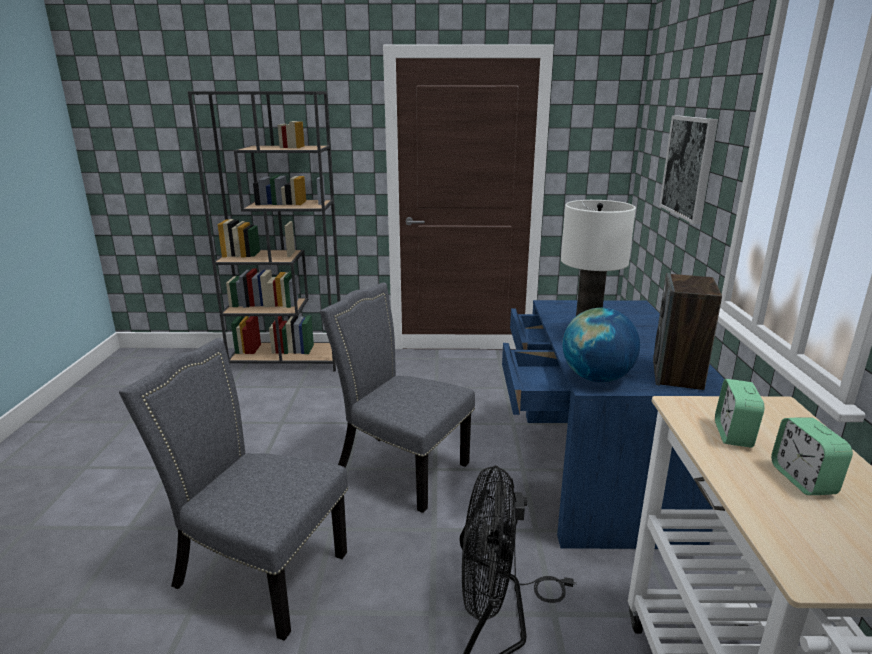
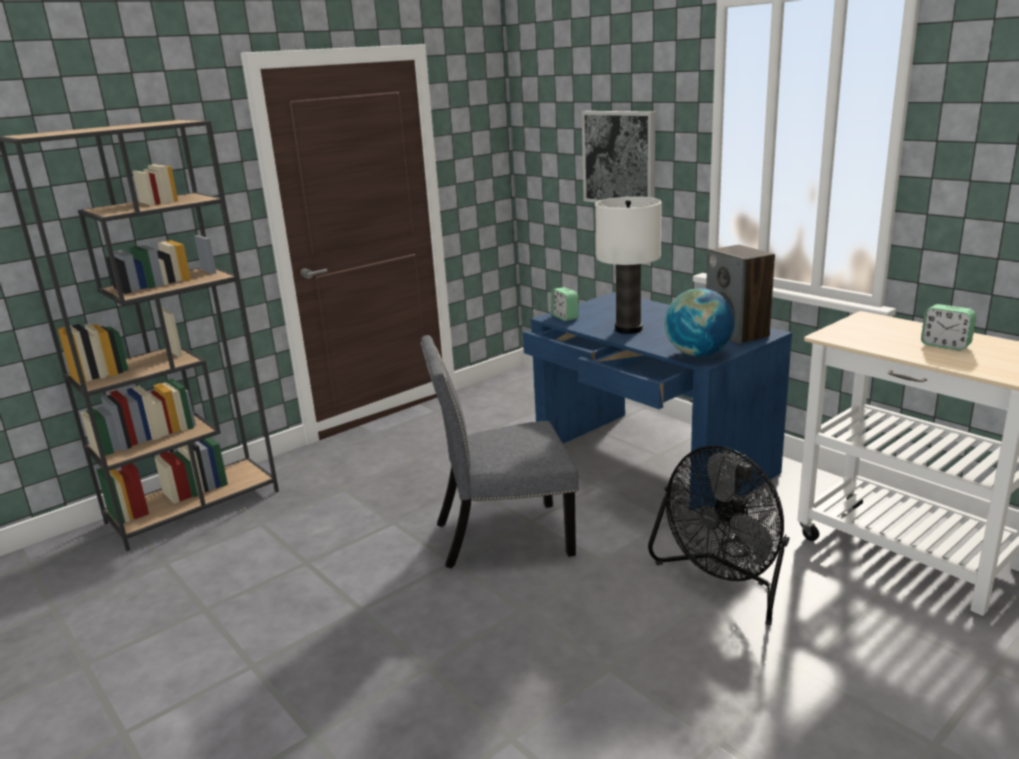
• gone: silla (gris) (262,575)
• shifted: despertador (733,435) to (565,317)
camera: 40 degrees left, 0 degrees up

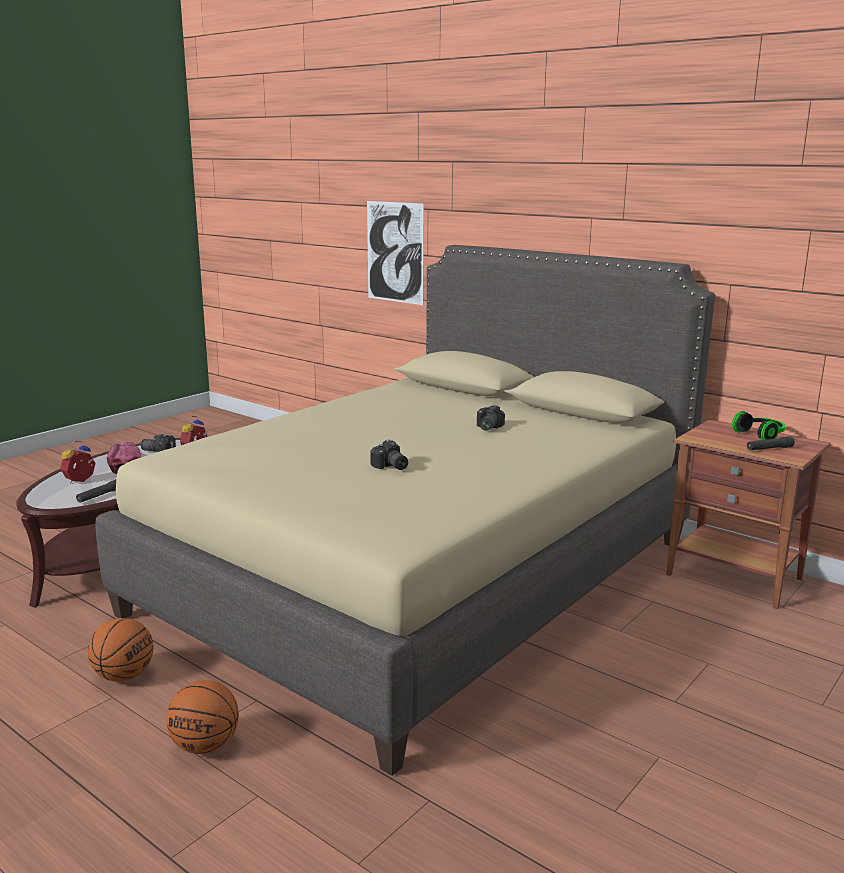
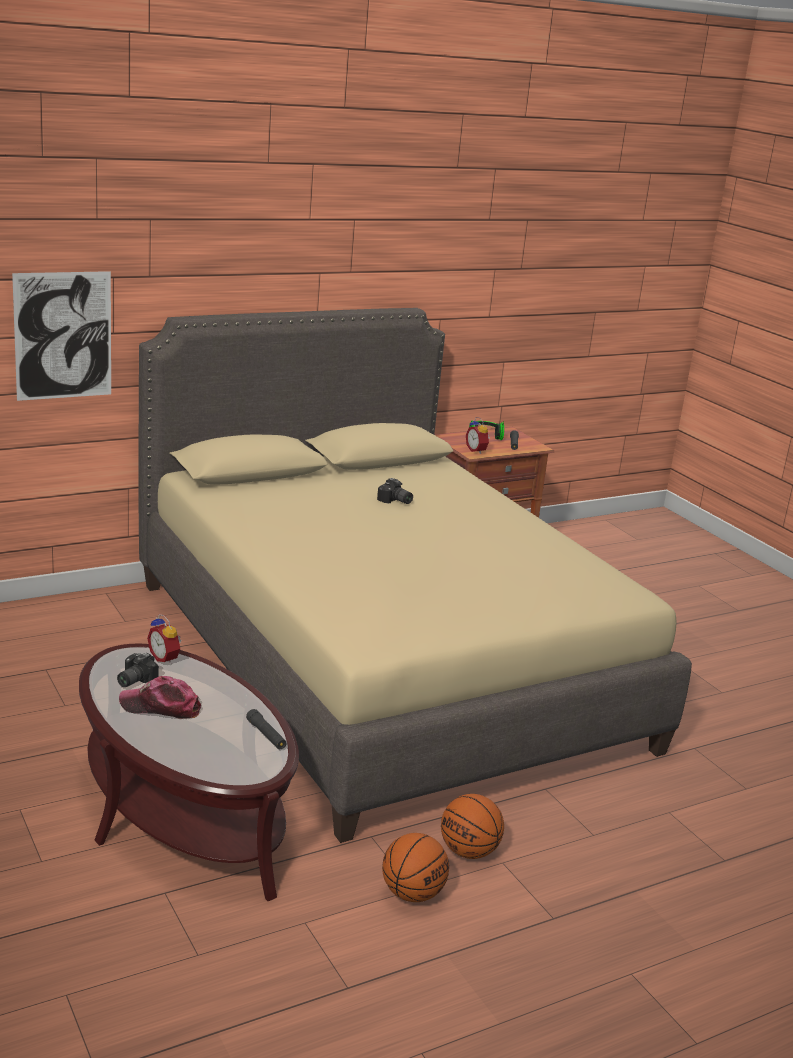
• gone: cámara (390,467)
• shifted: despertador (81,481) to (477,451)
• shifted: balón de baloncesto (205,745) to (412,893)
camera: 70 degrees left, 5 degrees up

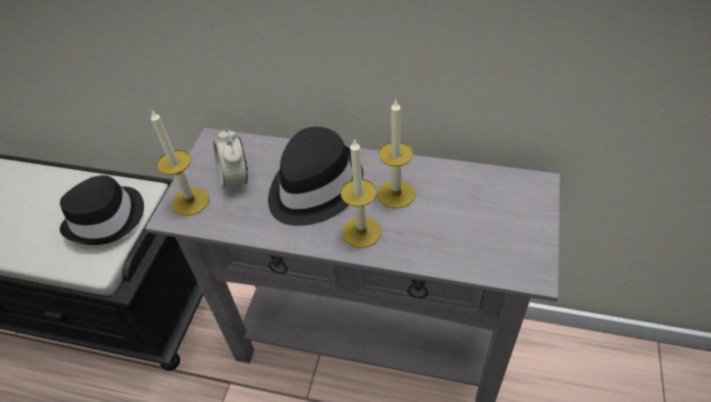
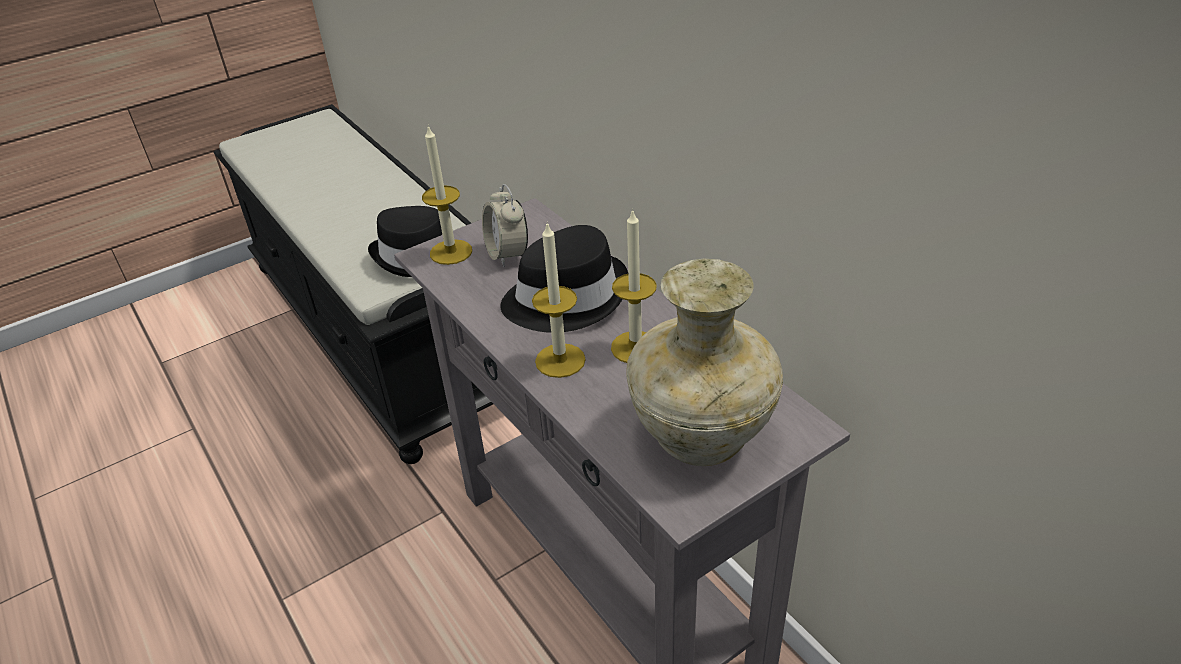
• new: florero (beis) (699,438)
• rotated: despertador (235,179) = (507,254) 45 degrees counterclockwise
camera: 40 degrees right, 10 degrees down

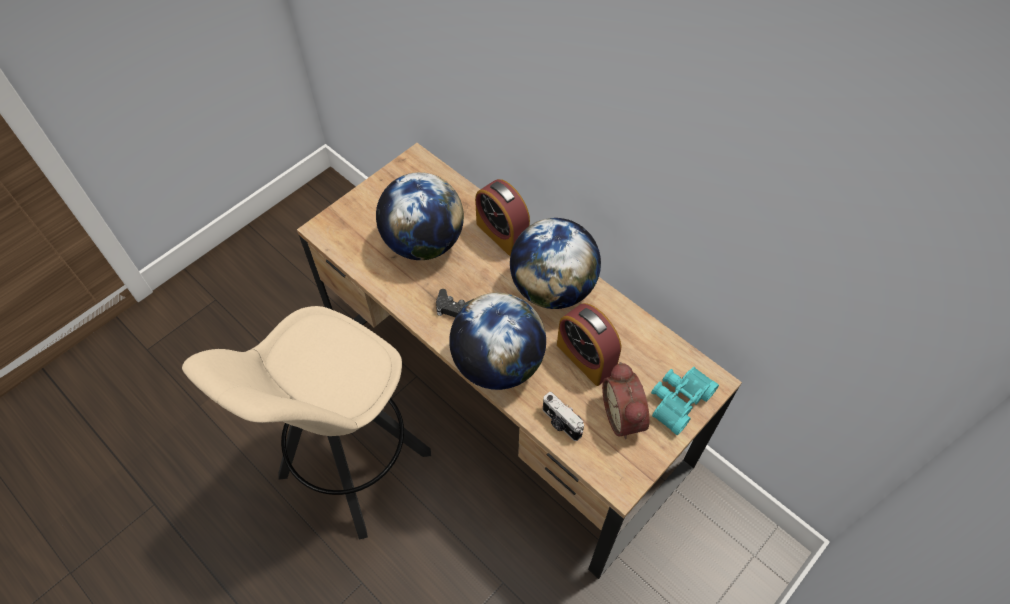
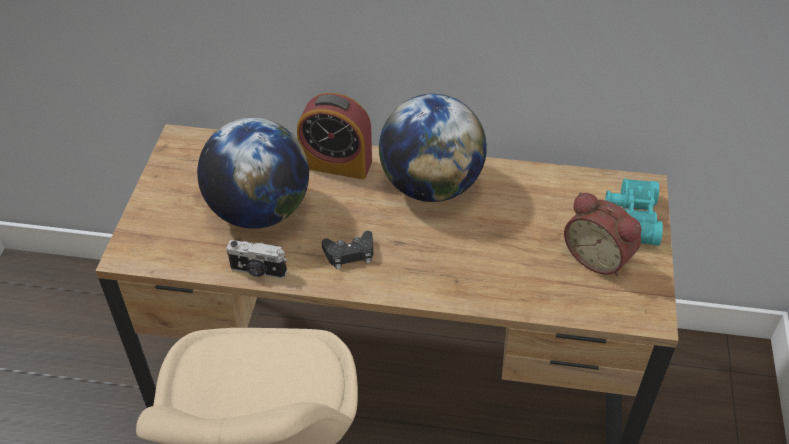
• gone: globo terráqueo (498,364)
• gone: despertador (585,358)
• shifted: cámara (560,423) to (258,271)
camera: 35 degrees left, 10 degrees down

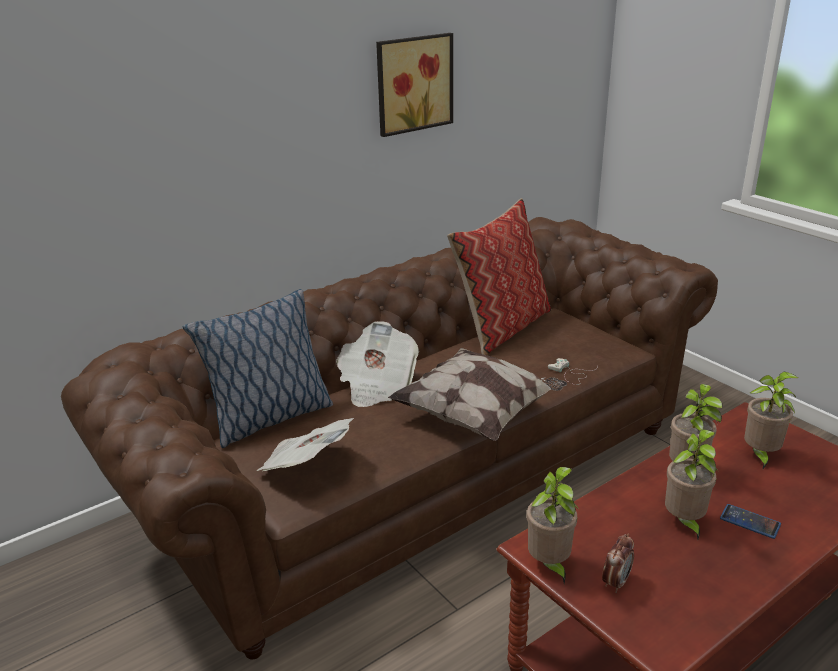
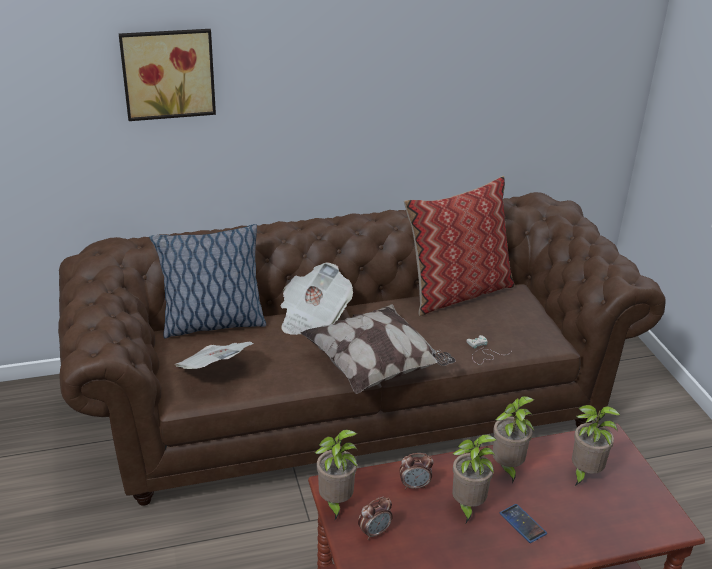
• new: despertador (415,485)
• shifted: cuadro (412,83) to (168,73)
camera: 20 degrees right, 5 degrees up

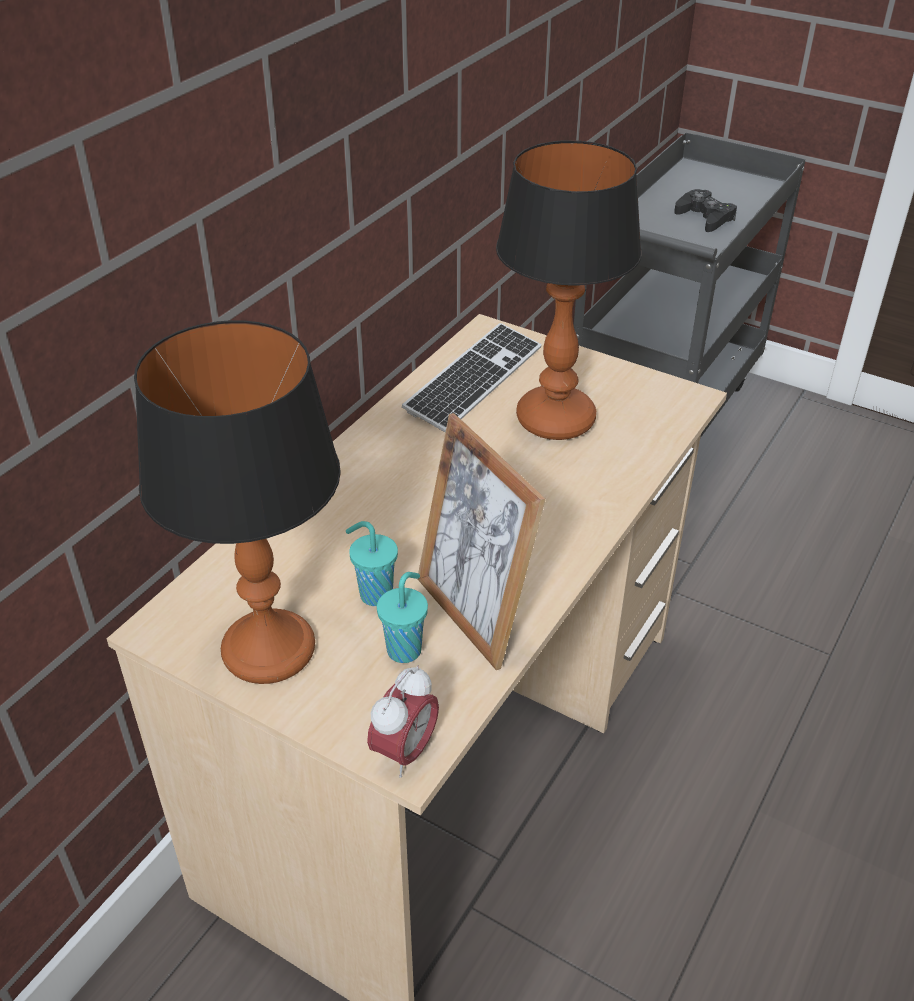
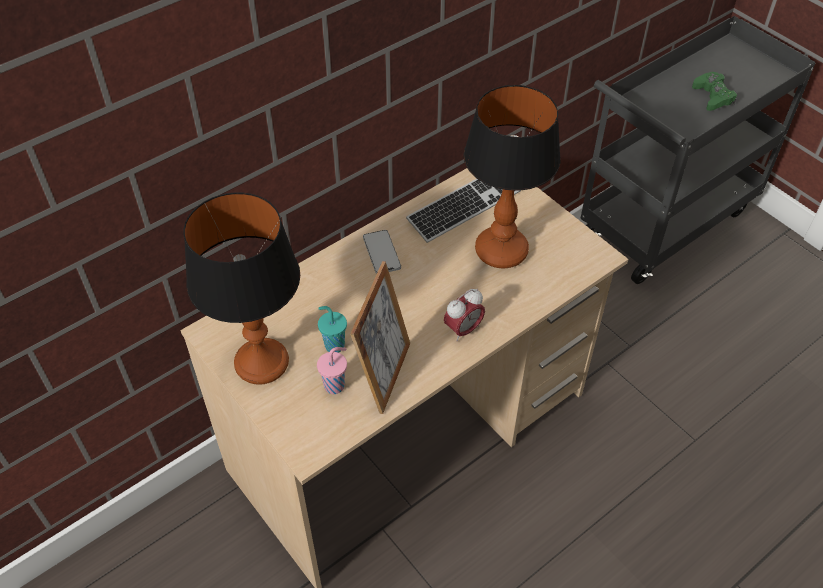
• new: móvil (381,253)
• shifted: despertador (405,752) to (463,330)
• repainted: taza (turquesa) (405,649) to taza (rosa) (335,385)
• repainted: mando de consola (negro) (705,218) to mando de consola (verde) (713,96)
• rotated: portarretratos (473,614) = (384,374) 150 degrees counterclockwise
camera: 20 degrees right, 10 degrees up

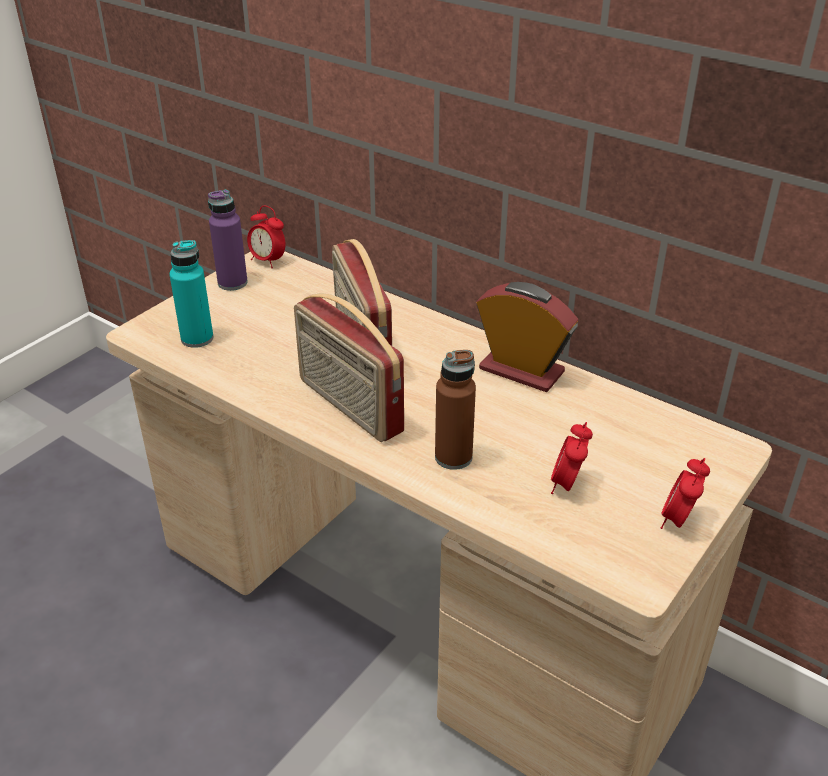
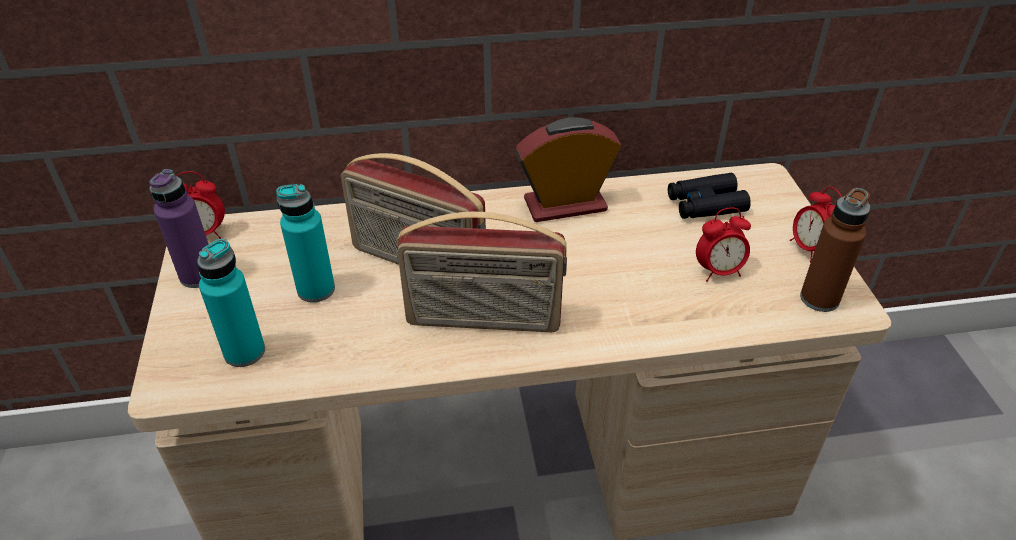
• new: botella (turquesa) (316,289)
• new: prismáticos (negro) (705,204)
• shifted: botella (marrón) (453,457) to (819,298)
• rotated: despertador (567,485) = (718,271) 75 degrees counterclockwise
camera: 45 degrees left, 5 degrees up

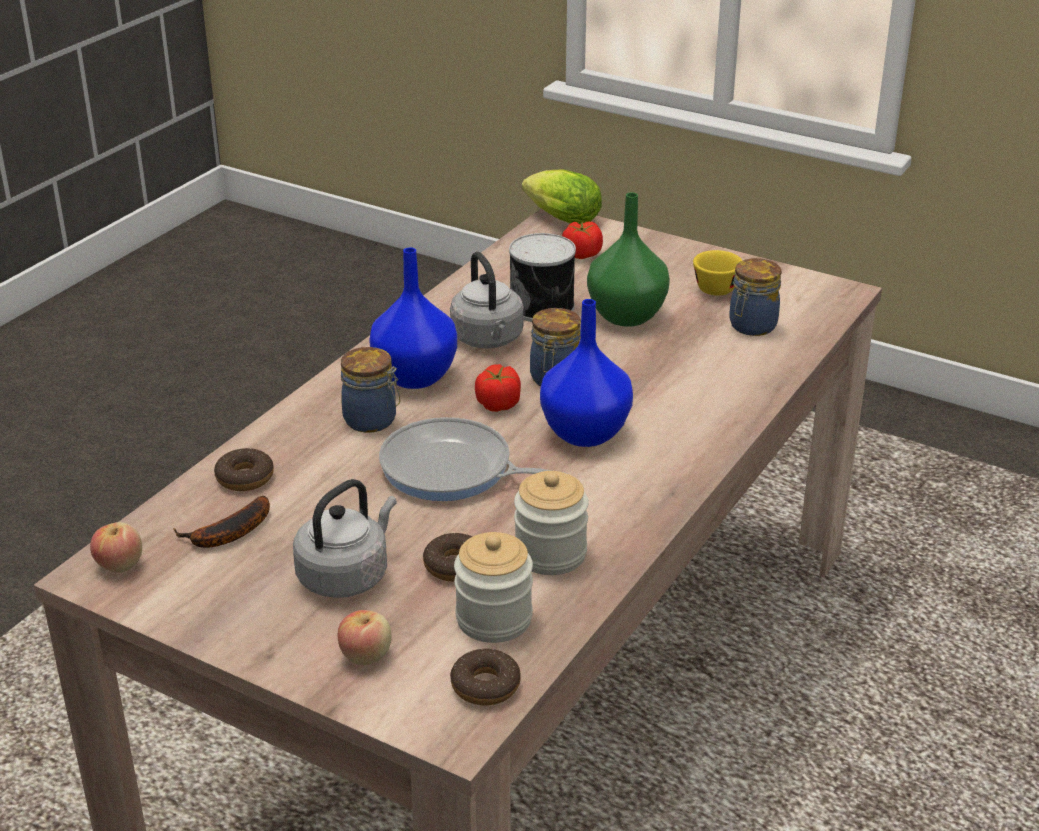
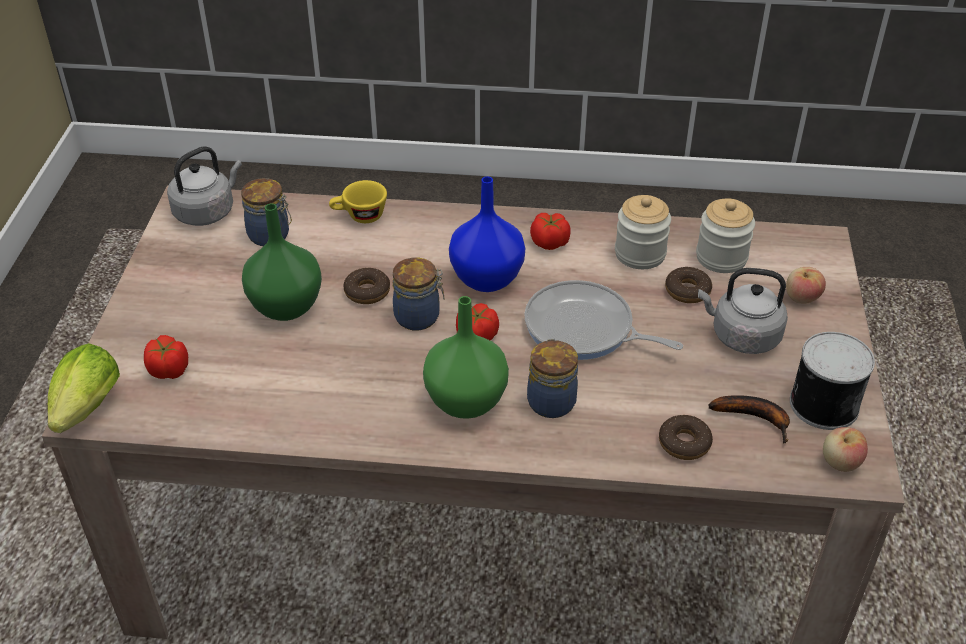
• new: tomate (550,243)
• shifted: hervidor (gris) (488,340) to (207,211)
• shifted: rosquilla (485,685) to (367,292)
• shifted: lata (543,306) to (822,403)
• shifted: taza (amarillo) (716,286) to (359,216)
• repainted: florero (azul) (417,377) to florero (verde) (465,400)
• rotated: sartén (453,470) = (584,329) 120 degrees clockwise
camera: 115 degrees left, 10 degrees up

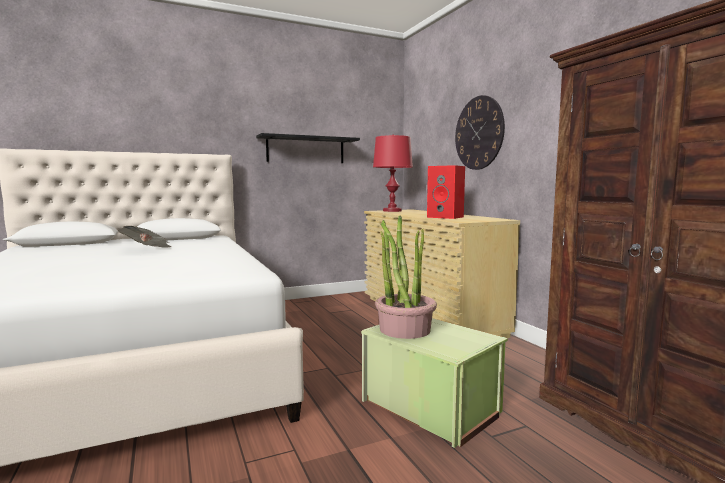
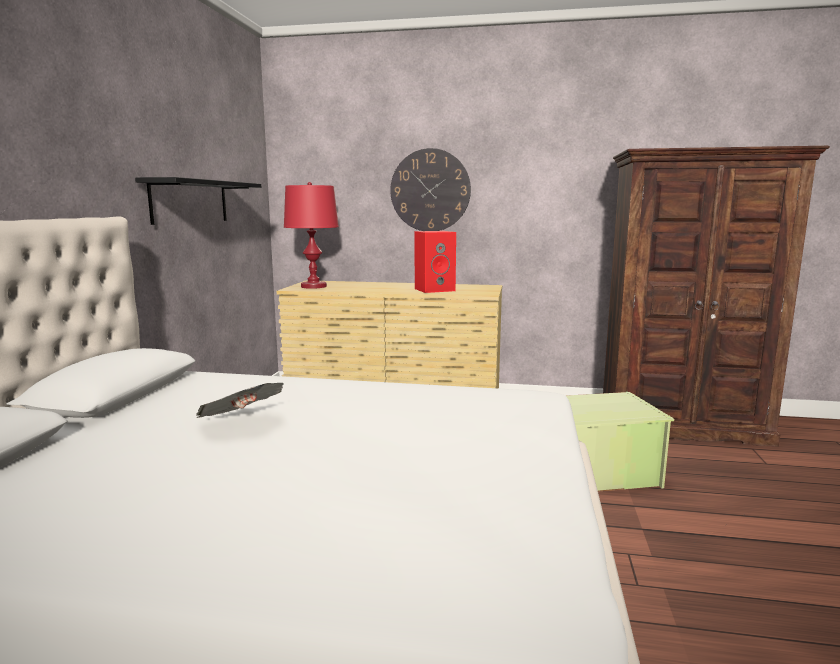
• gone: planta en maceta (404,329)
camera: 55 degrees left, 5 degrees up

